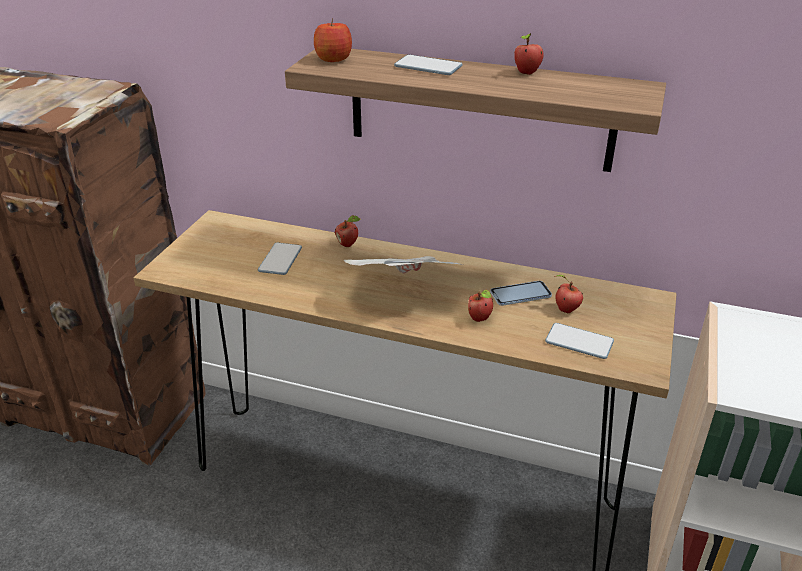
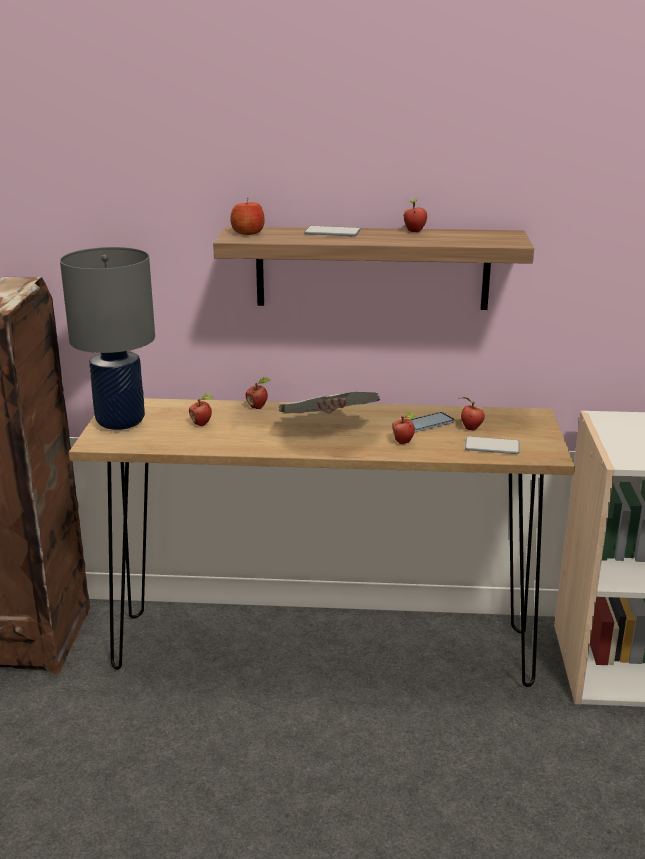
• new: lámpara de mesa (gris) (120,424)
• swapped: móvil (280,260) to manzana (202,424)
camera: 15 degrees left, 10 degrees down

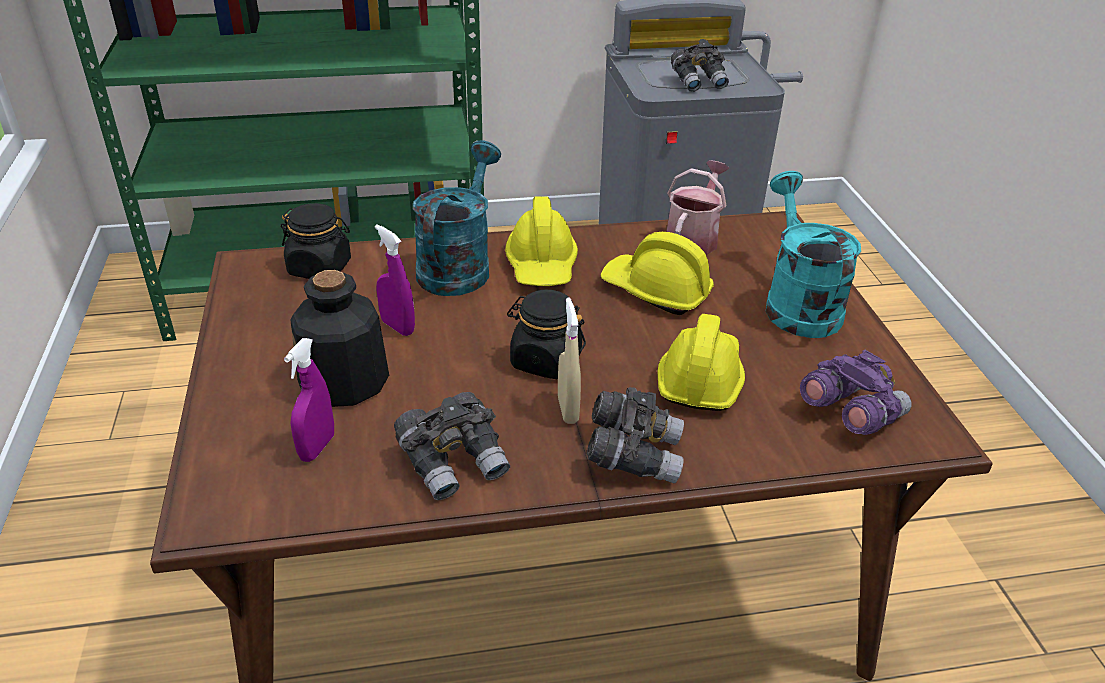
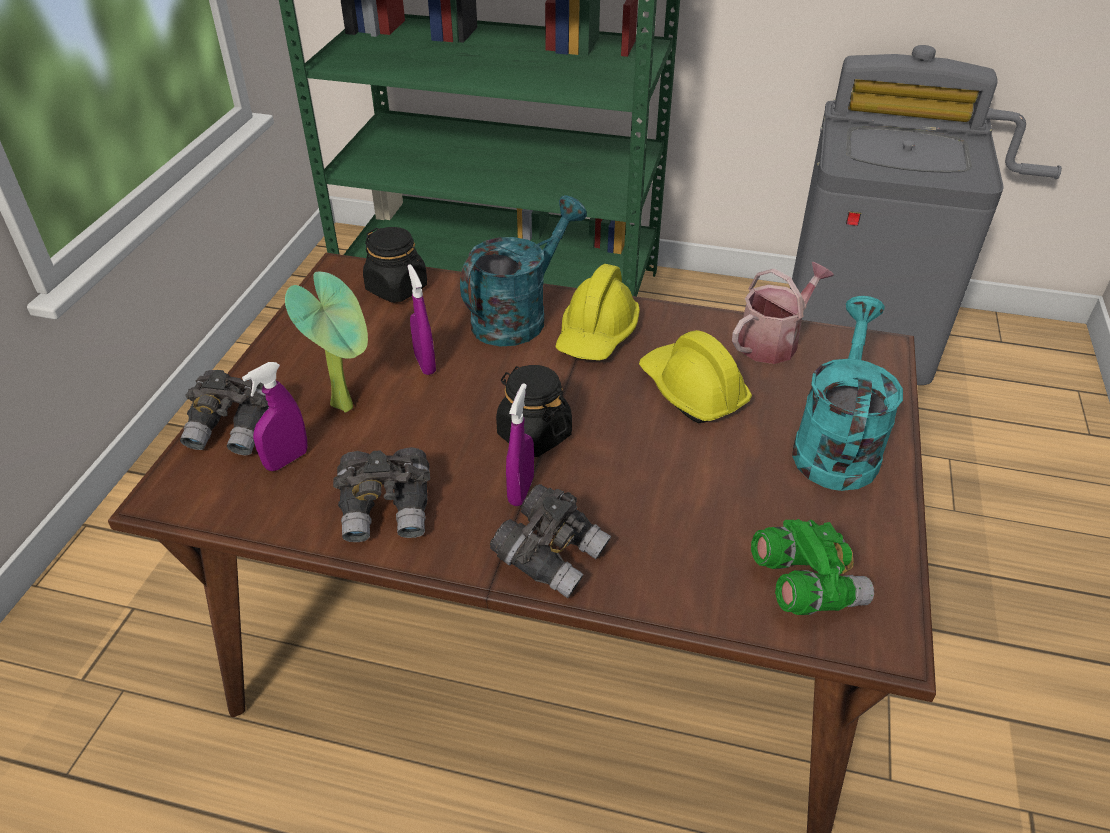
• gone: casco (amarillo) (700,378)
• shifted: prismáticos (gris) (699,82) to (236,428)
• swapped: botella (344,381) to planta en maceta (348,404)
• repainted: pulverizador (beis) (568,410) to pulverizador (morado) (521,491)
• repainted: prismáticos (morado) (849,414) to prismáticos (verde) (805,585)
camera: 25 degrees right, 5 degrees up

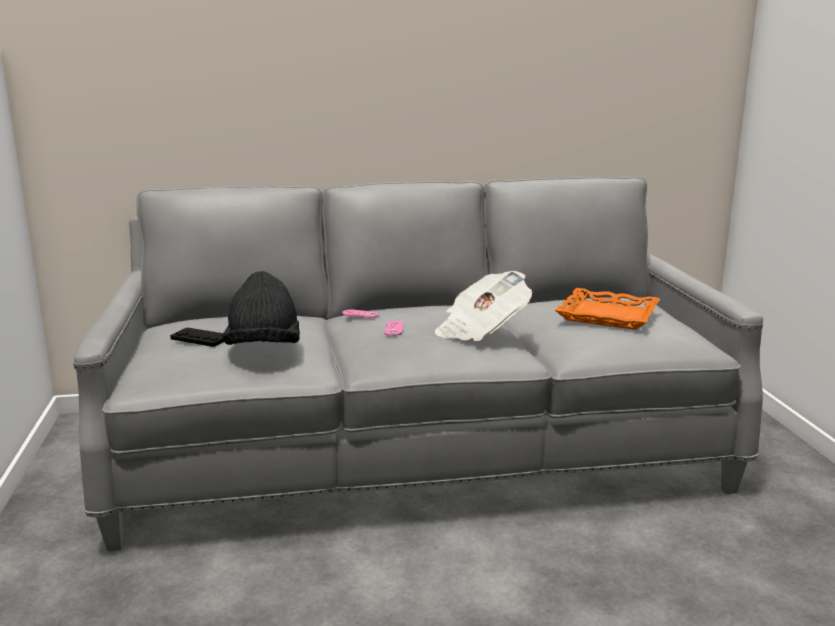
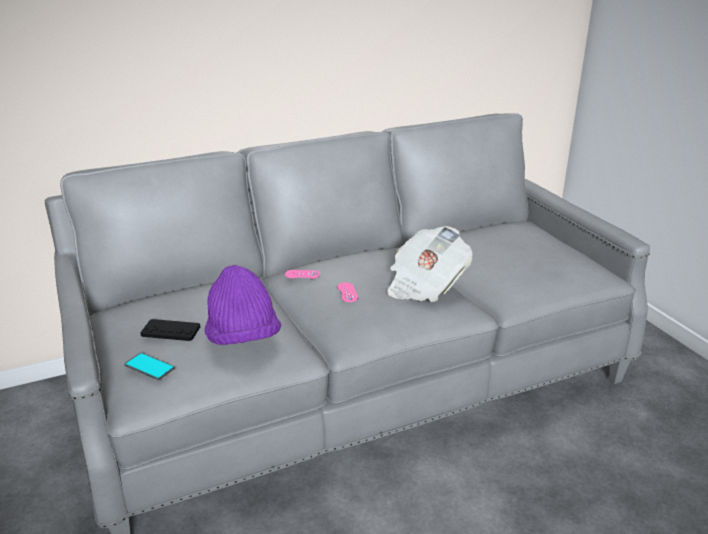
• gone: bandeja (naranja) (607,316)
• new: móvil (149,367)
• repainted: sombrero (negro) (264,349) to sombrero (morado) (243,338)
camera: 15 degrees left, 10 degrees up

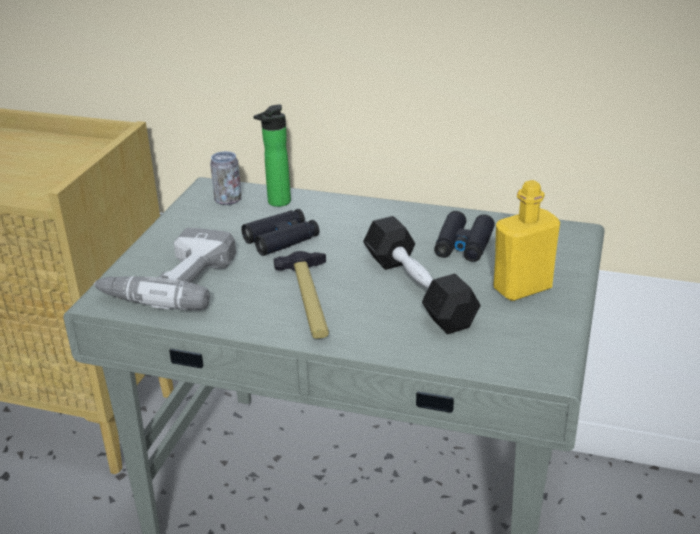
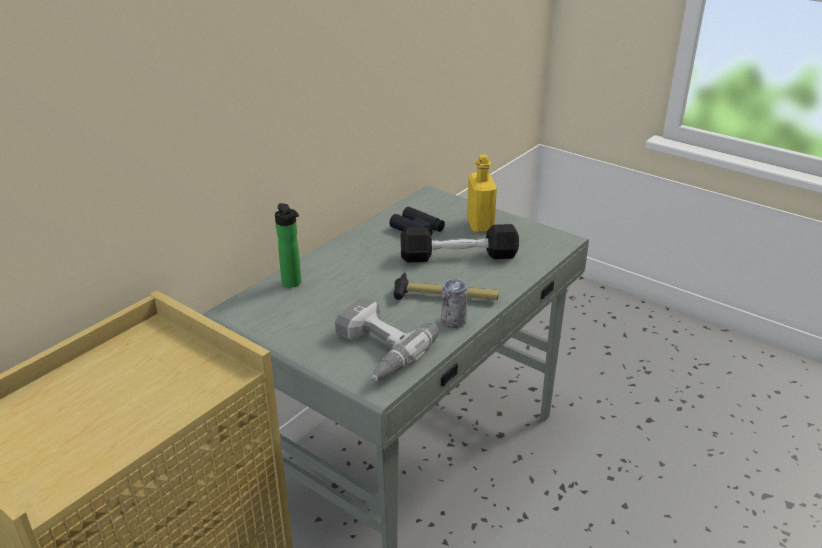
• gone: prismáticos (negro) (281,239)
• shifted: lata (228,199) to (453,321)
camera: 70 degrees left, 0 degrees up

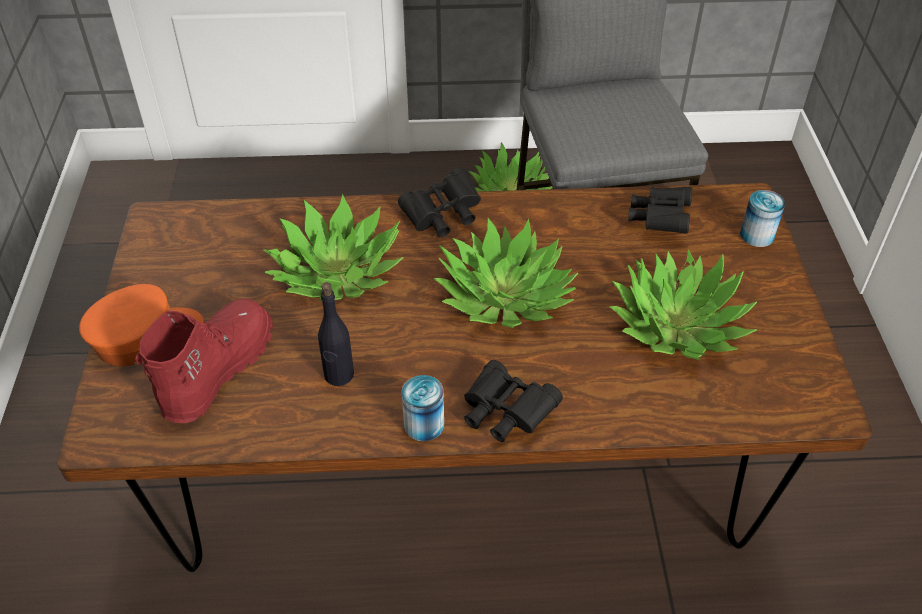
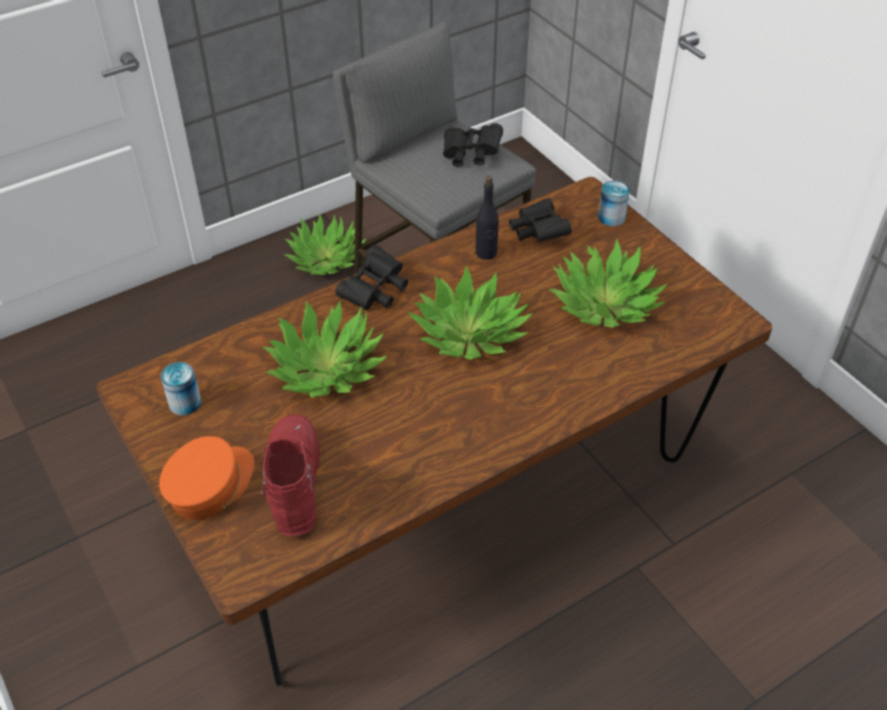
• shifted: botella (negro) (339,375) to (486,253)
• shifted: lata (424,424) to (185,403)
• shifted: prismáticos (negro) (505,413) to (470,155)
camera: 30 degrees left, 0 degrees up

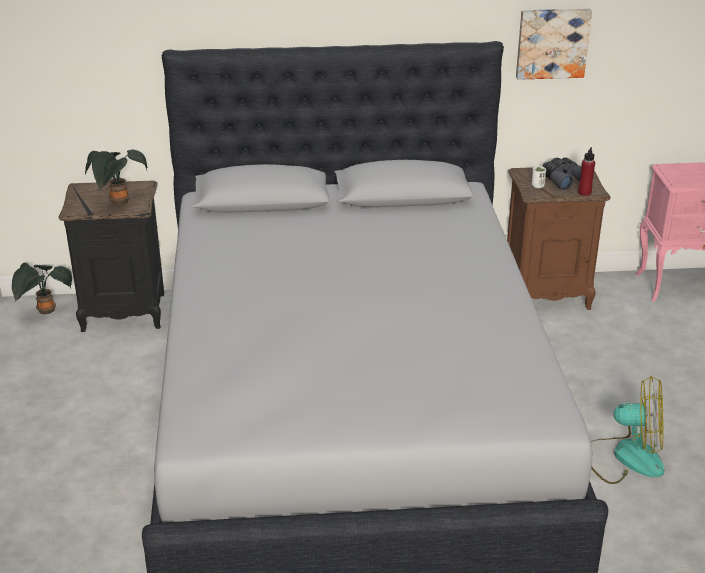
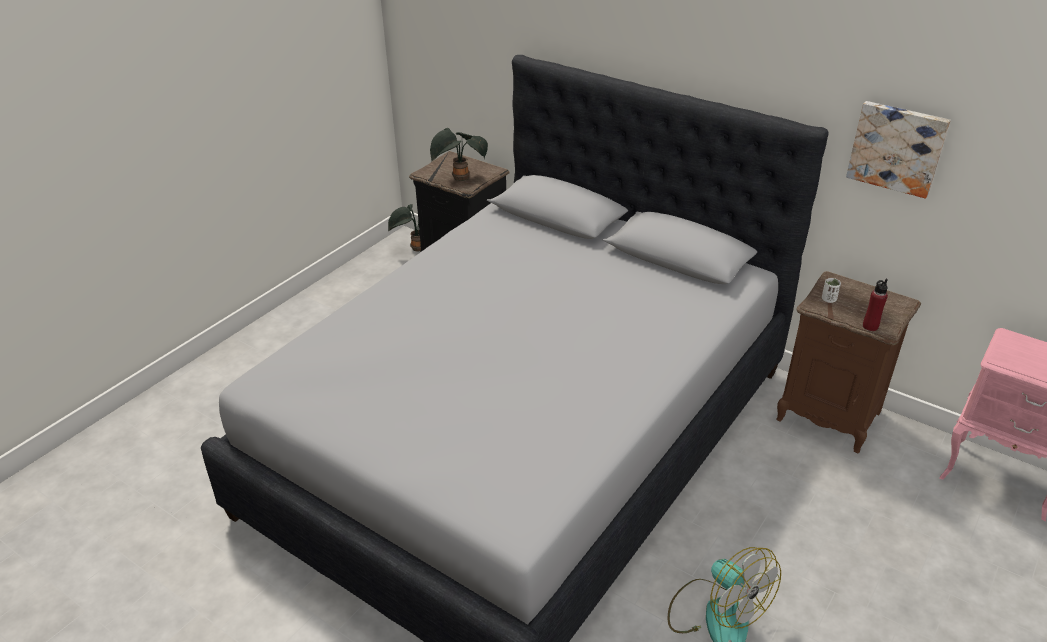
• gone: prismáticos (gris) (563,179)
camera: 40 degrees right, 5 degrees up

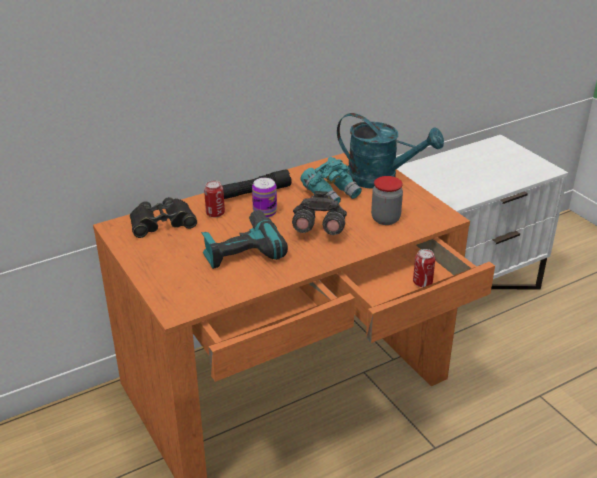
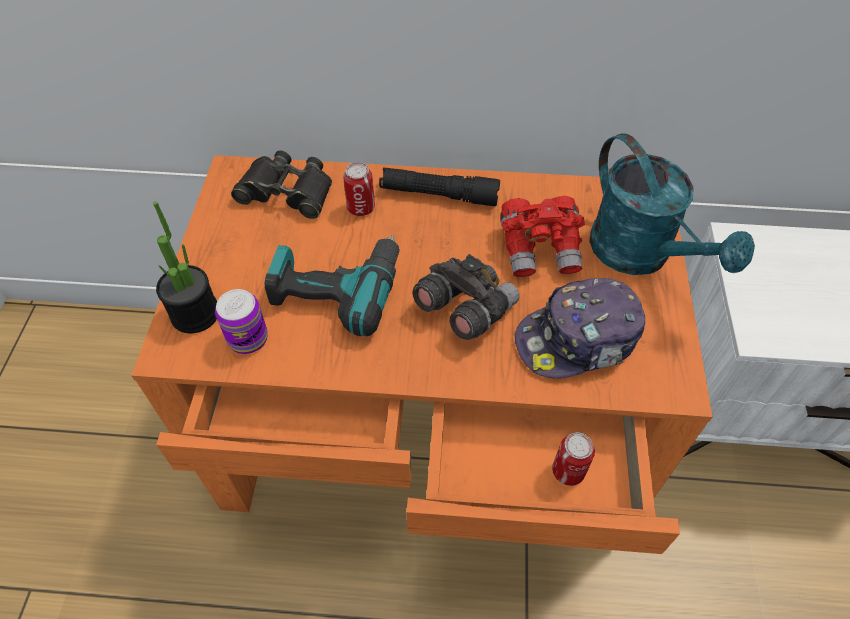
• new: planta en maceta (195,314)
• shifted: lata (265,212) to (248,338)
• swapped: tarro (385,219) to gorra (578,340)
• repainted: prismáticos (turquesa) (331,194) to prismáticos (rojo) (540,249)
camera: 35 degrees right, 20 degrees up

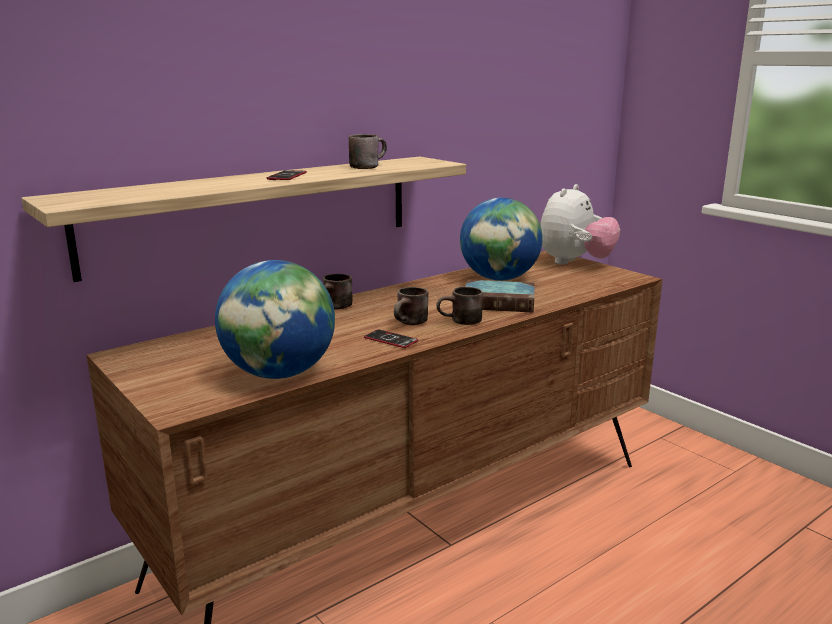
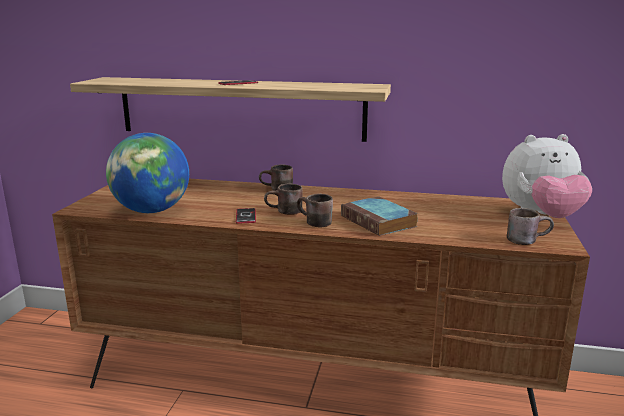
• gone: globo terráqueo (499,279)
• shifted: taza grande (marrón) (366,166) to (526,239)
camera: 50 degrees right, 0 degrees up

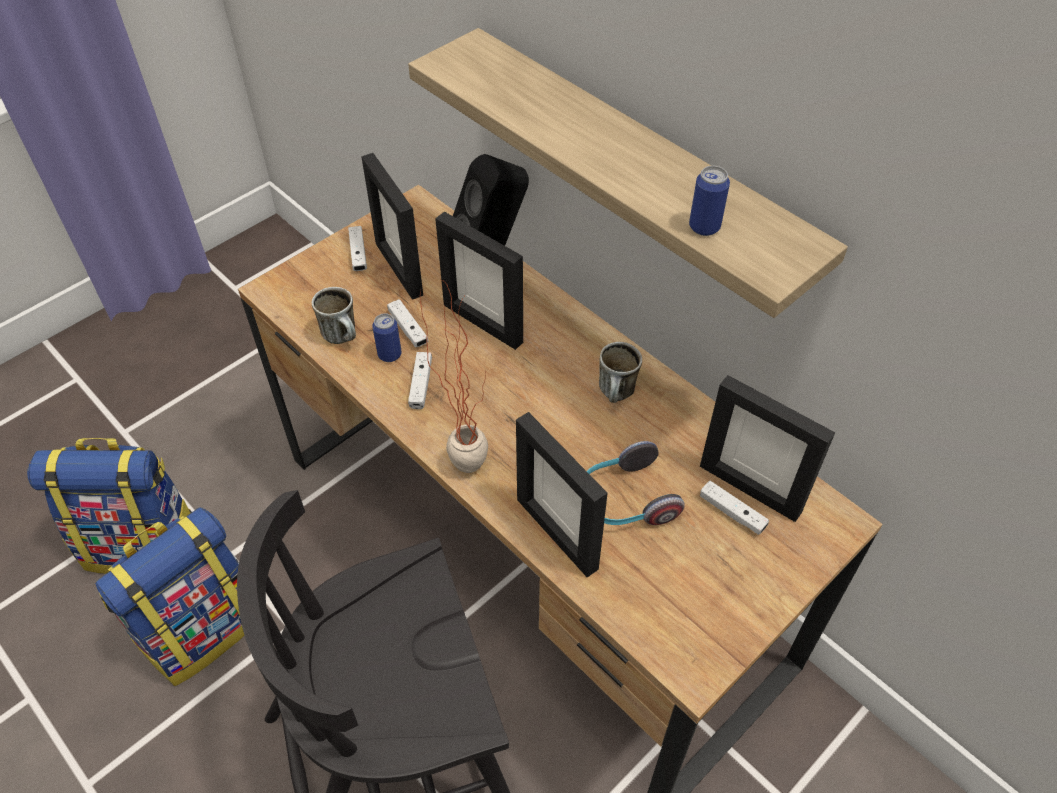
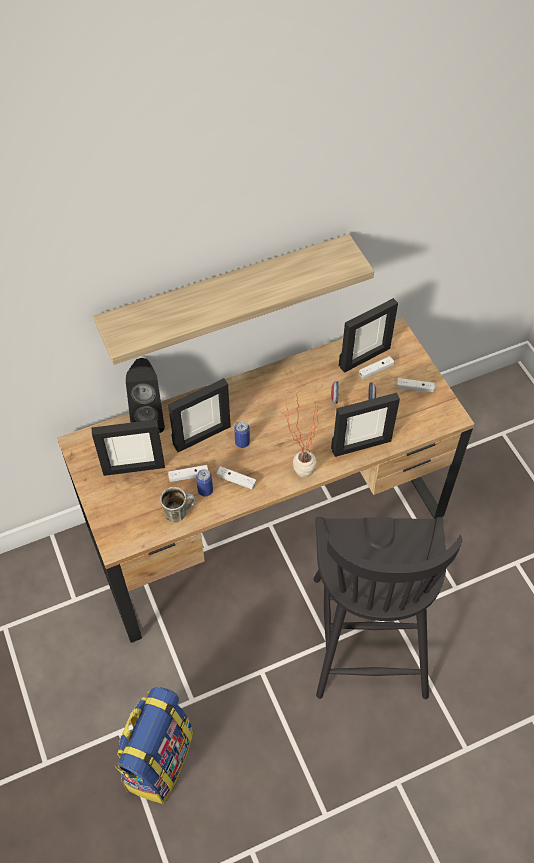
• gone: mochila (203,628)
• gone: taza grande (617,395)
• shifted: mando de consola (blanco) (358,254) to (415,388)
• shifted: lata (704,227) to (242,442)
camera: 70 degrees left, 5 degrees up

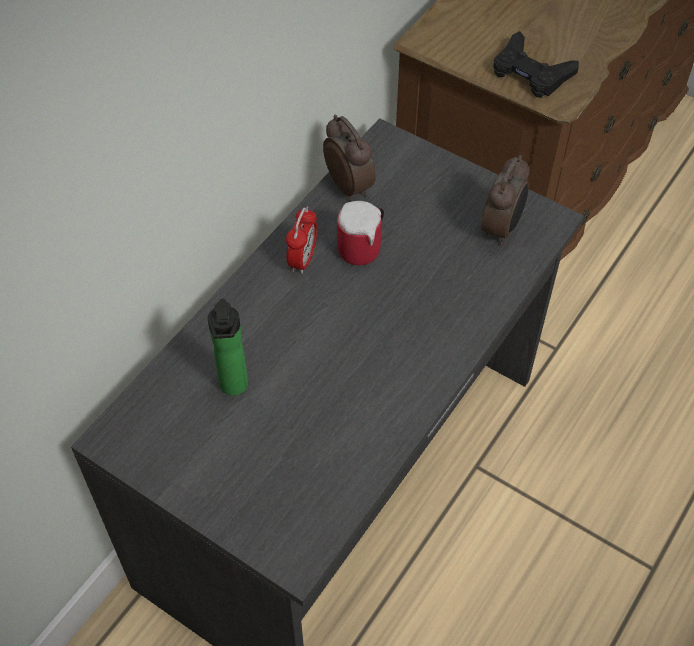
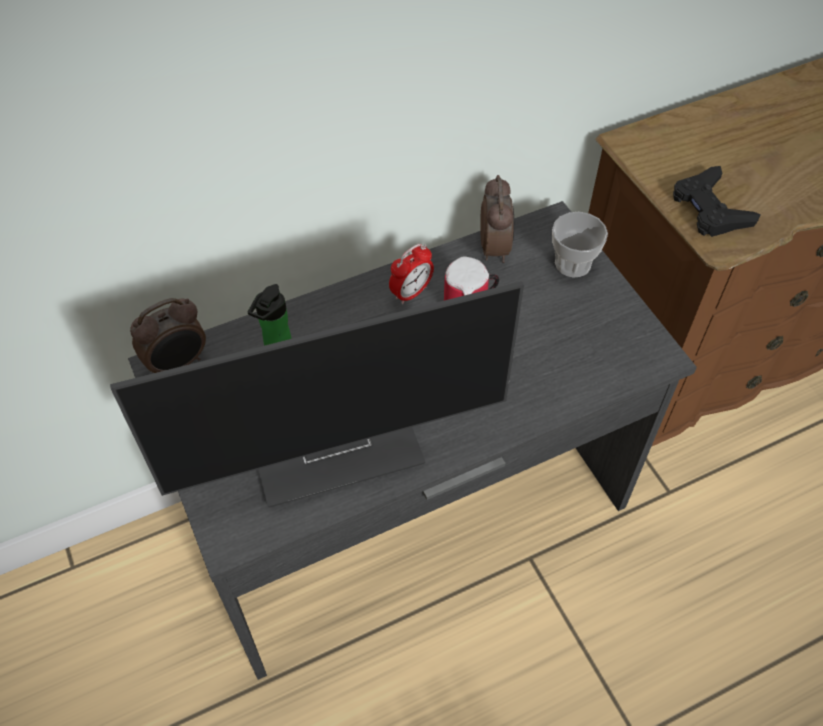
• new: monitor (338,443)
• new: taza (573,264)
• shifted: despertador (502,228) to (178,364)
camera: 30 degrees right, 0 degrees up

